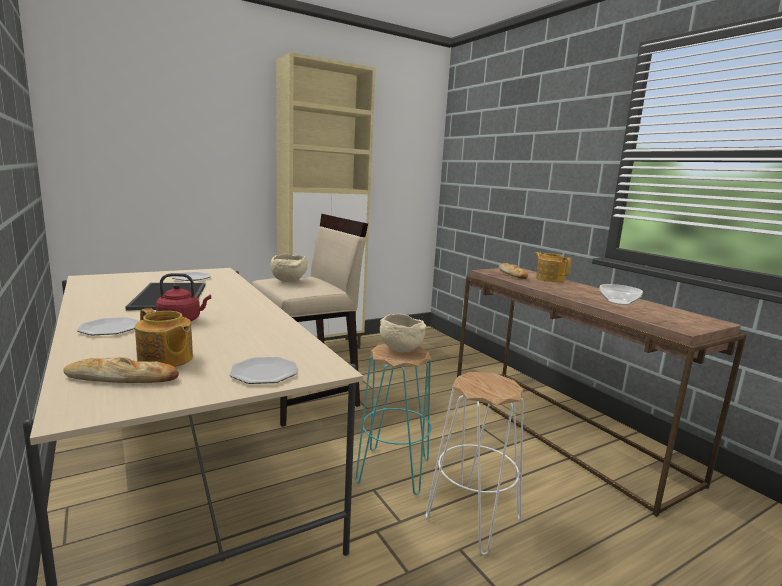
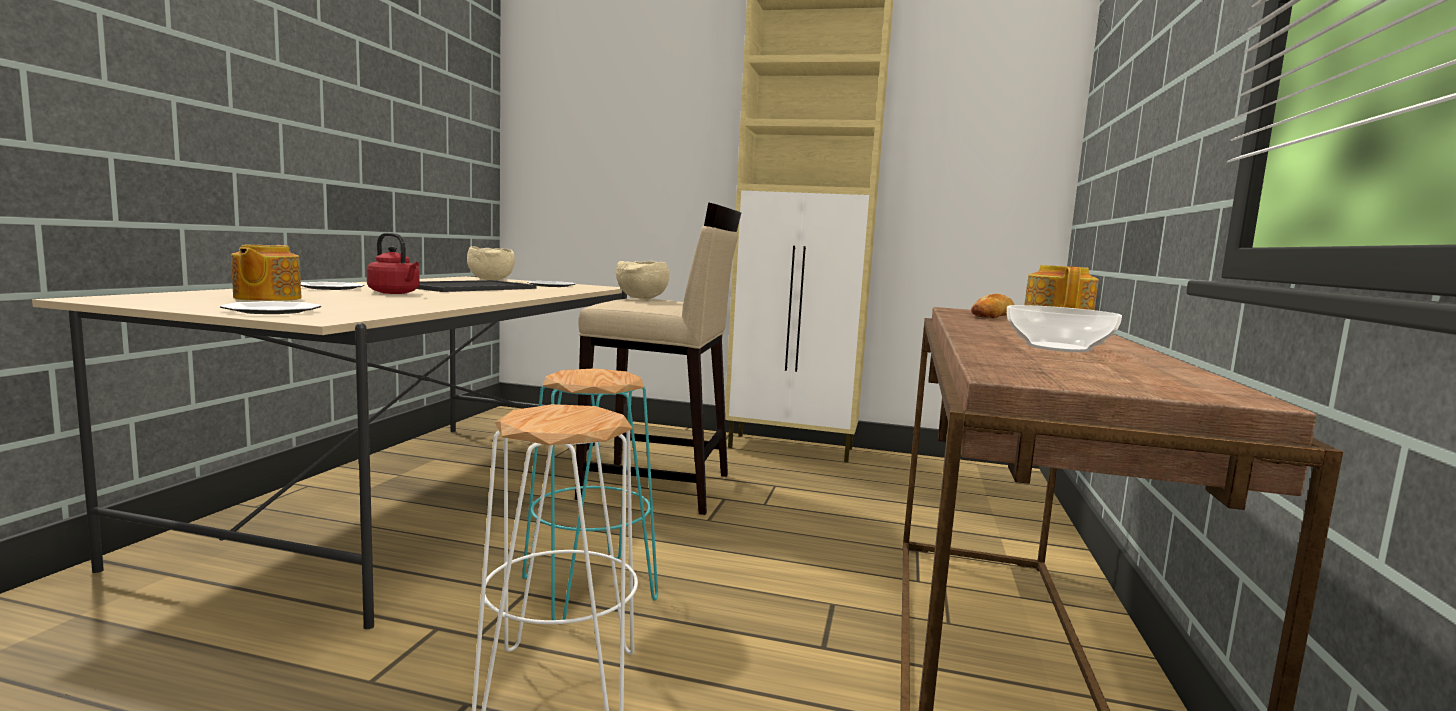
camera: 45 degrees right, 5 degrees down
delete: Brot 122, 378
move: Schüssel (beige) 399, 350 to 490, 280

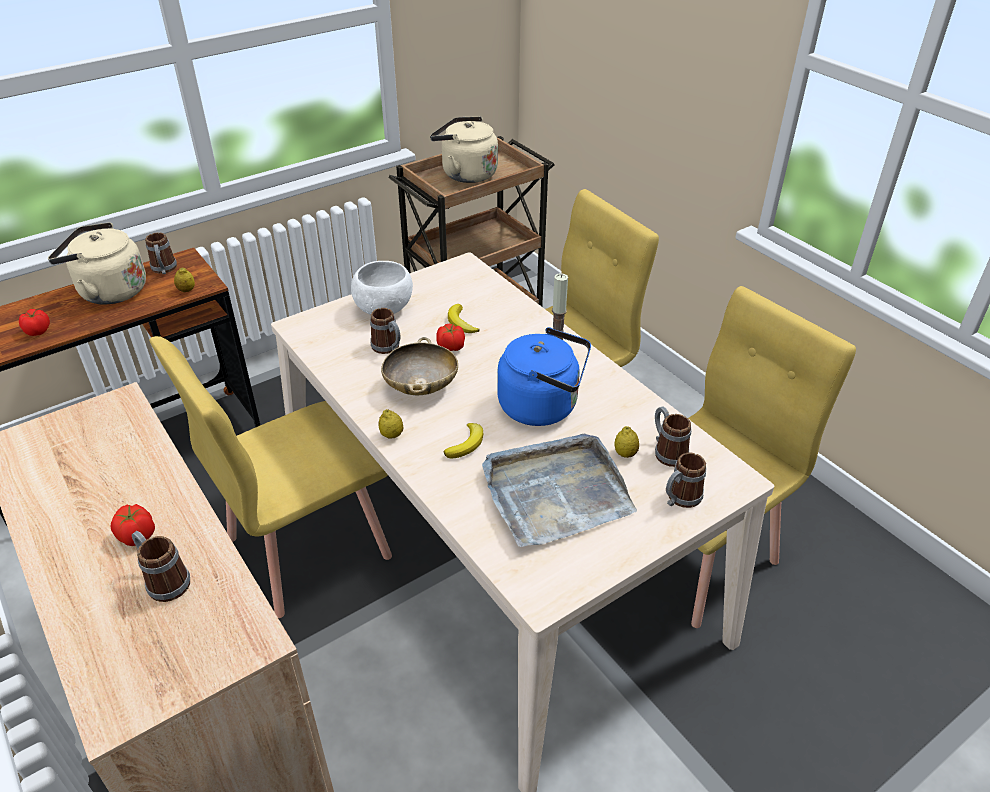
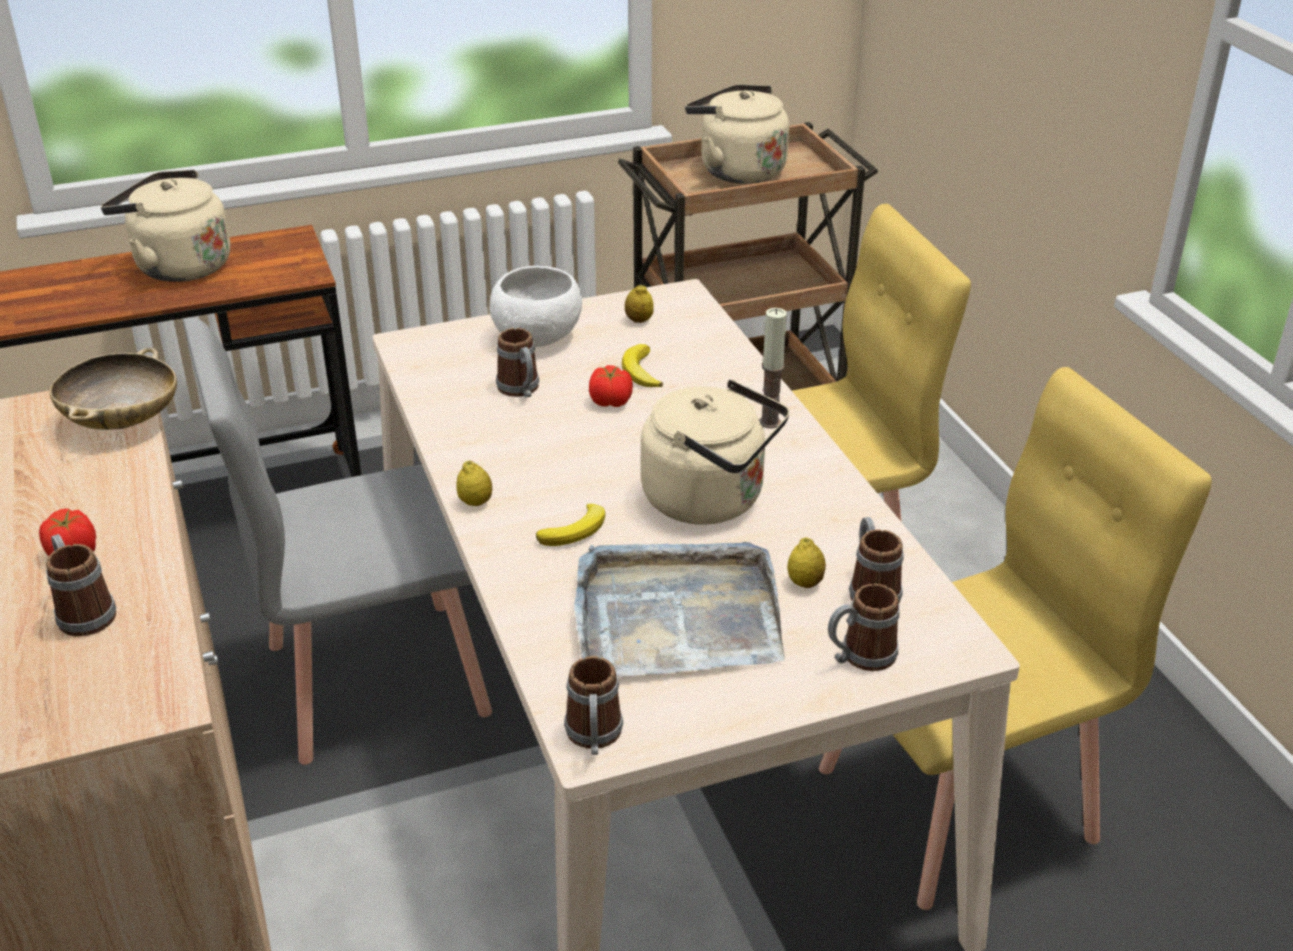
camera: 15 degrees right, 5 degrees down
delete: Tomate 38, 331
move: Henkelbecher 164, 270 to 594, 738; Zitrone 186, 290 to 639, 320; Schüssel (beige) 421, 386 to 123, 421
recolor: Stuhl (gelb) 306, 547 to Stuhl (grau) 374, 678; Wasserkessel (blau) 543, 406 to Wasserkessel (beige) 711, 500

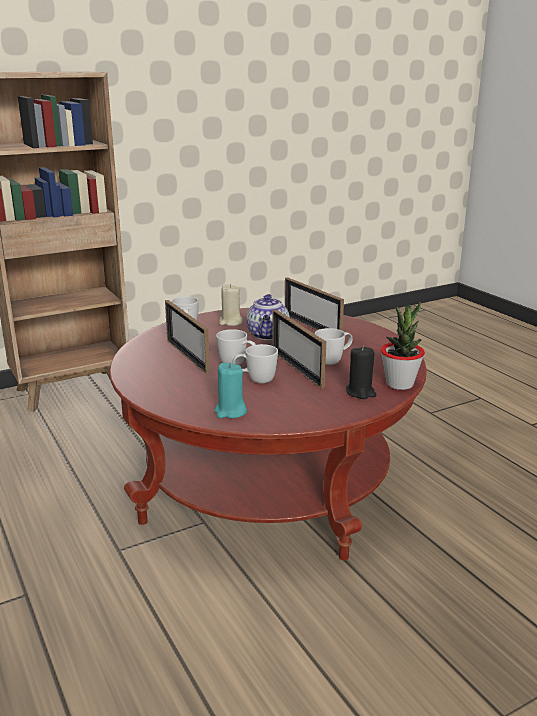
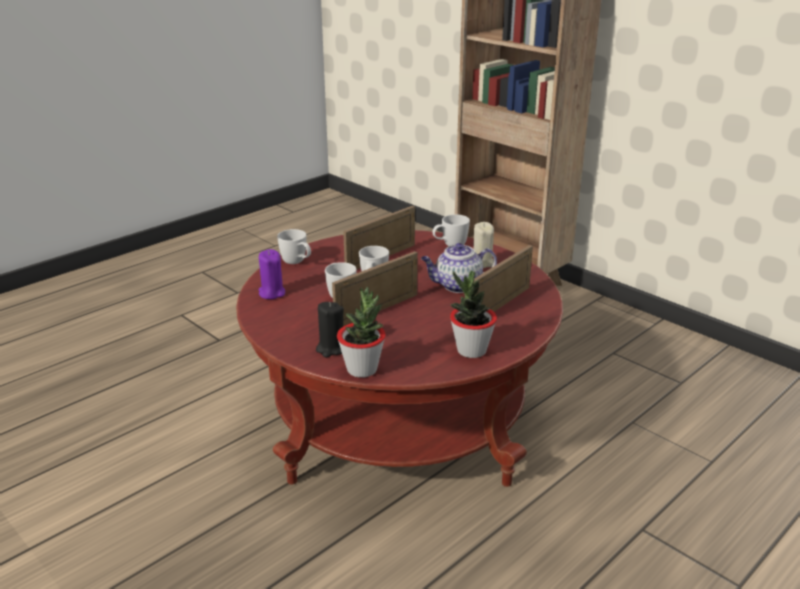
camera: 75 degrees right, 5 degrees up
insert: Topfpflanze 471, 350
move: Henkelbecher (weiß) 333, 361 to 297, 263
recolor: Kerze (türkis) 230, 412 to Kerze (lila) 271, 293

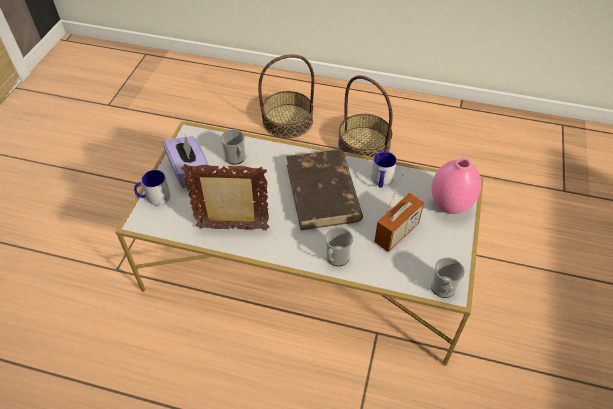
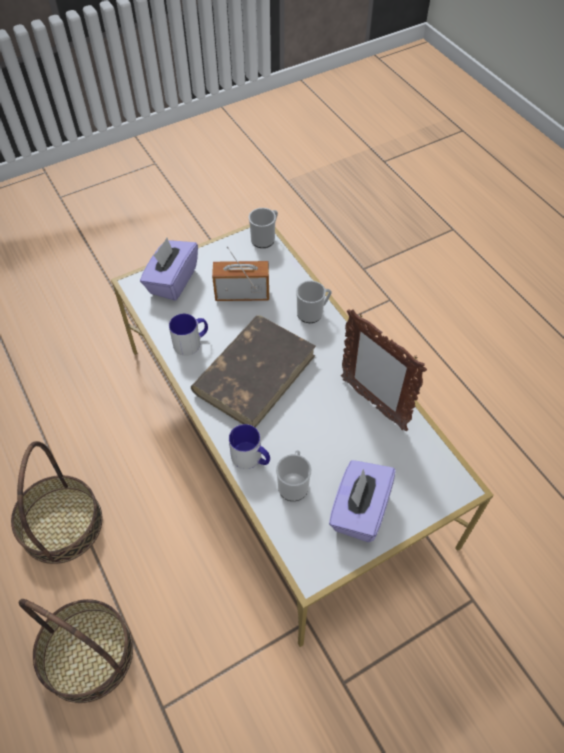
camera: 135 degrees left, 5 degrees up
move: Henkelbecher 154, 197 to 251, 458
replace: Vase (rosa) 449, 205 to Taschentuchbox (lila) 172, 281

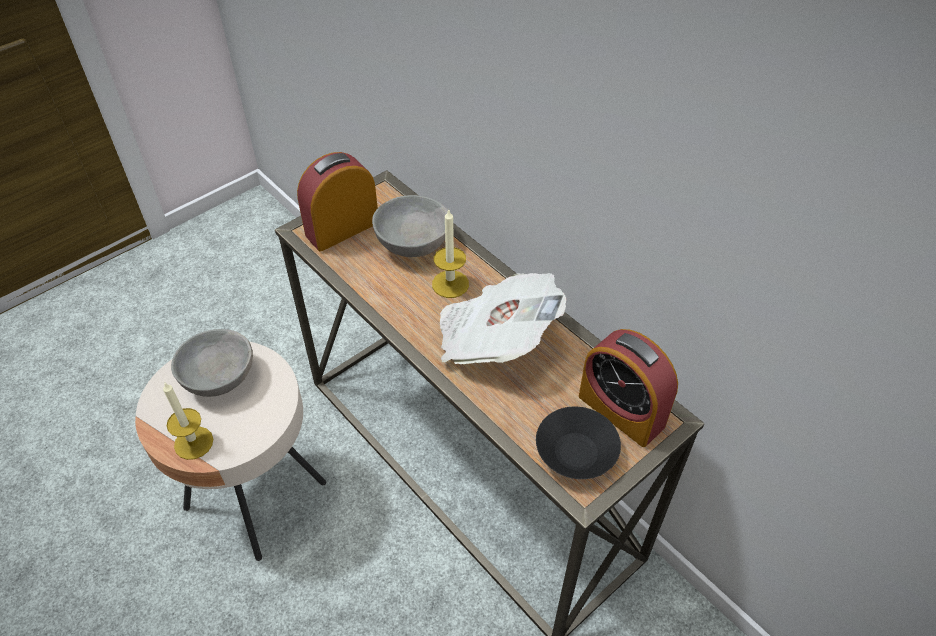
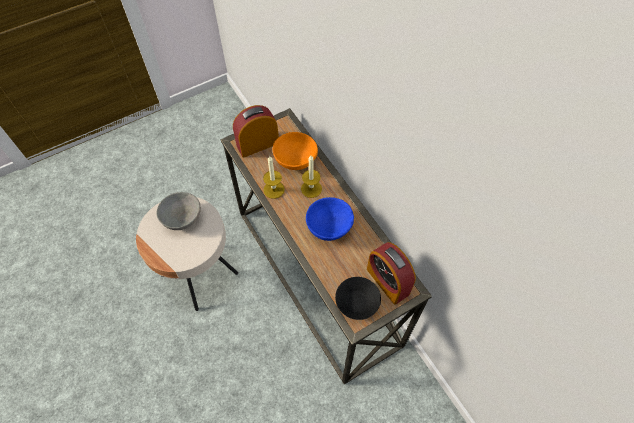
camera: 10 degrees right, 10 degrees up
move: Kerze 193, 443 to 274, 189
replace: Zeitung 494, 339 to Schüssel (blau) 328, 227
recolor: Schüssel (grau) 413, 244 to Schüssel (orange) 295, 160

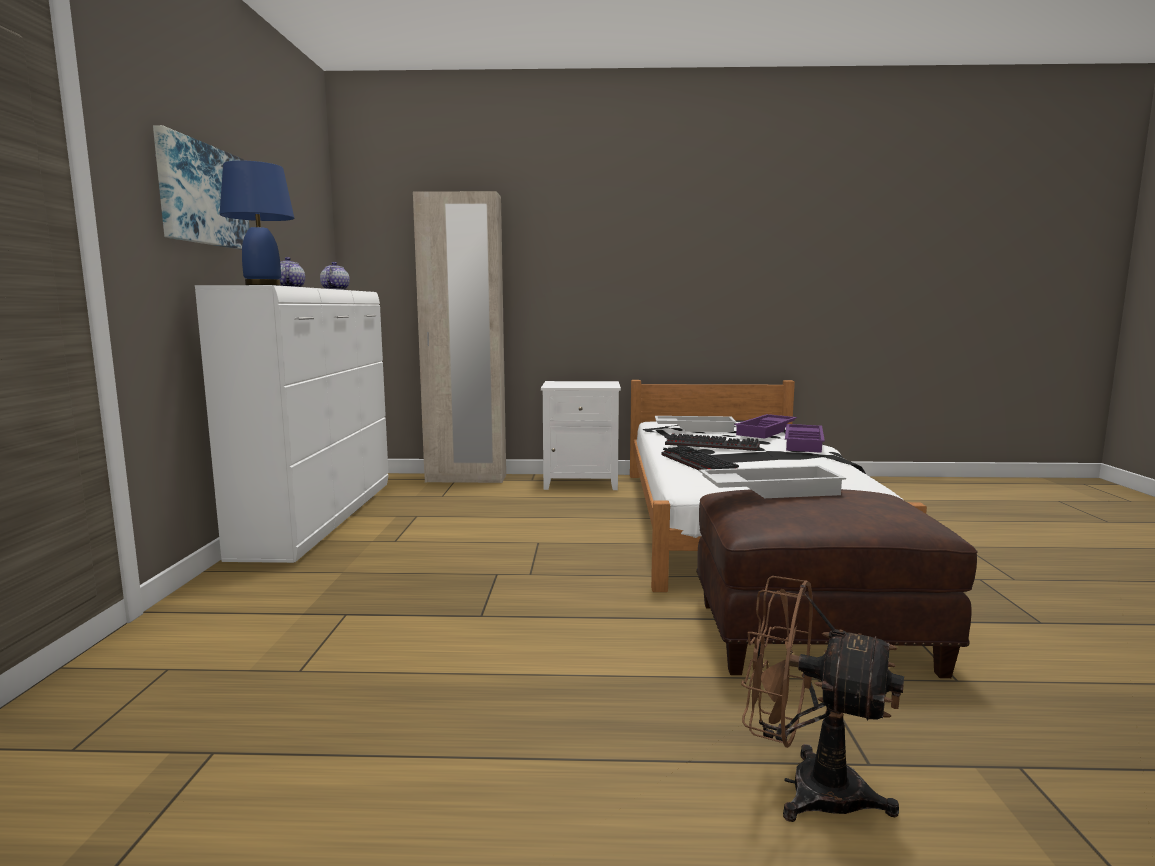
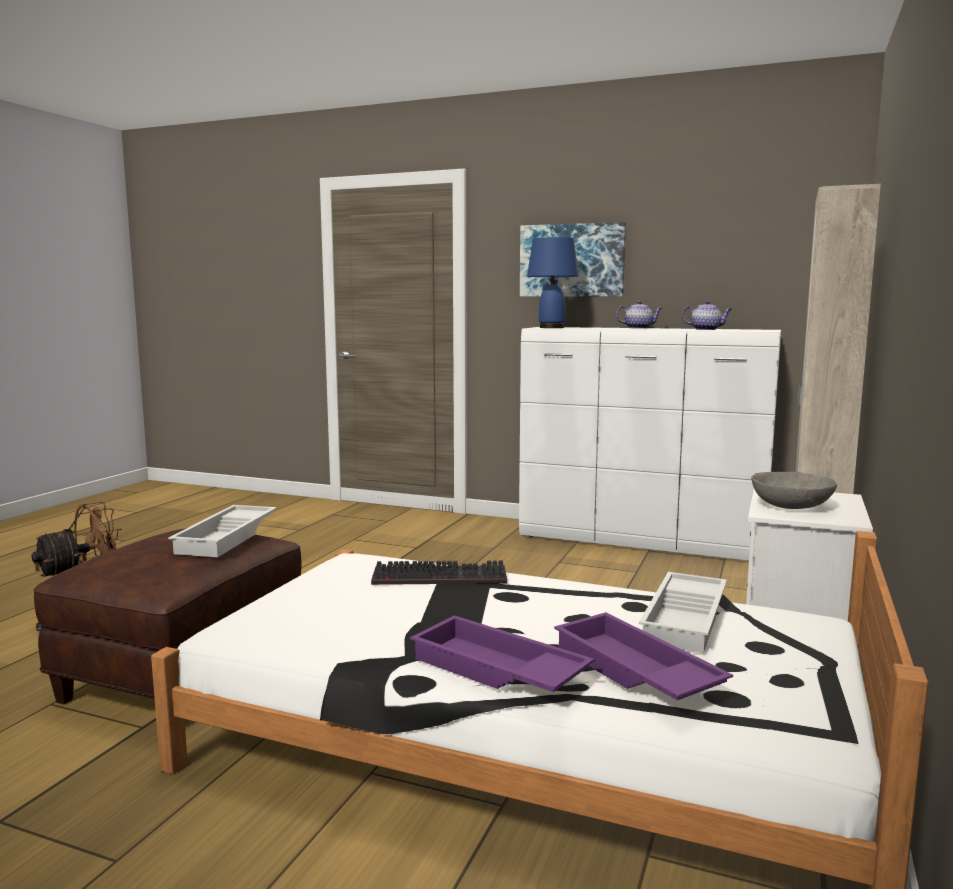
camera: 110 degrees right, 0 degrees up
delete: Tastatur 714, 445
insert: Schüssel (grau) 791, 506

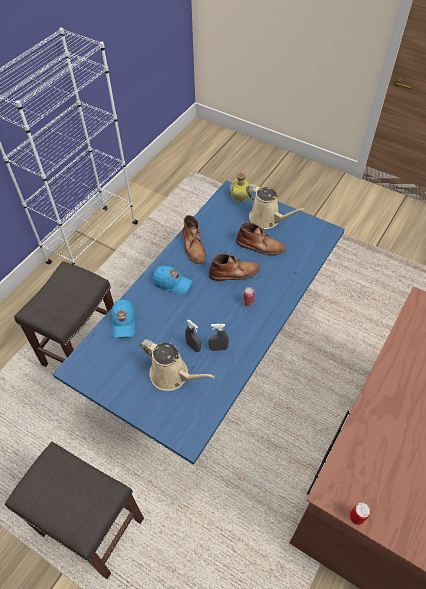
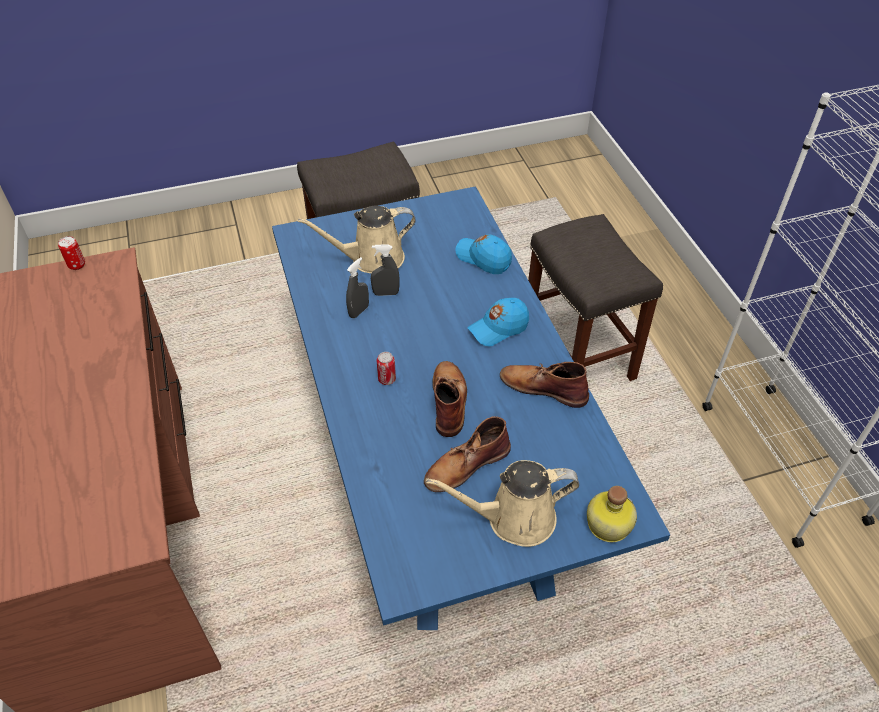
camera: 130 degrees right, 5 degrees down
rotate: Stiefel (braun) 235, 273 = 449, 400 150 degrees clockwise

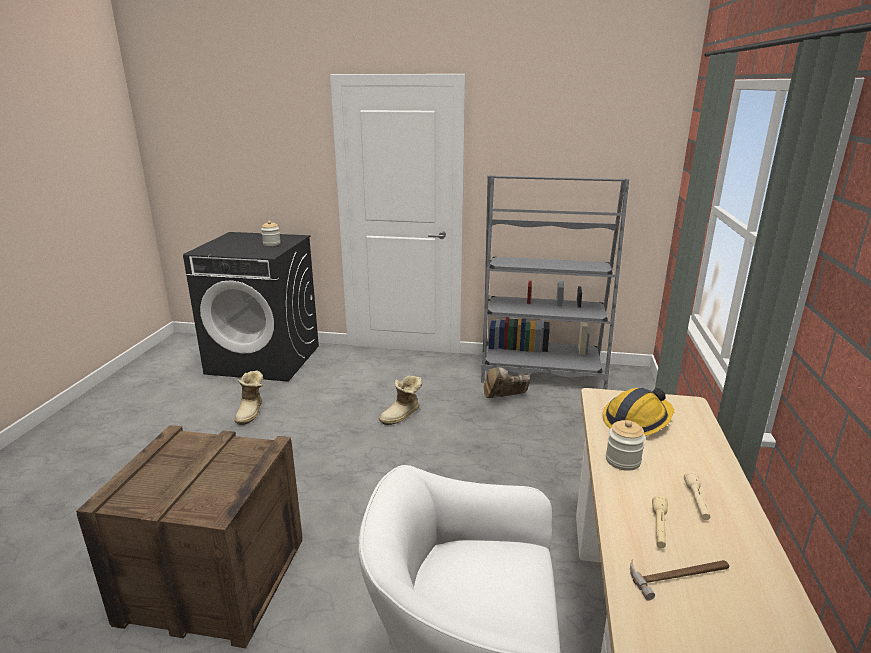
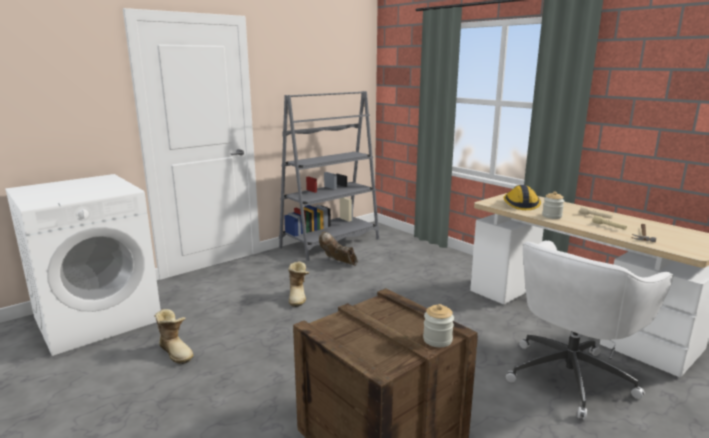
camera: 50 degrees left, 5 degrees down
move: Vorratsglas 271, 244 to 437, 340
recolor: Waschmaschine (schwarz) 265, 359 to Waschmaschine (weiß) 98, 318
rotate: Stiefel (braun) 505, 399 = 338, 263 105 degrees clockwise

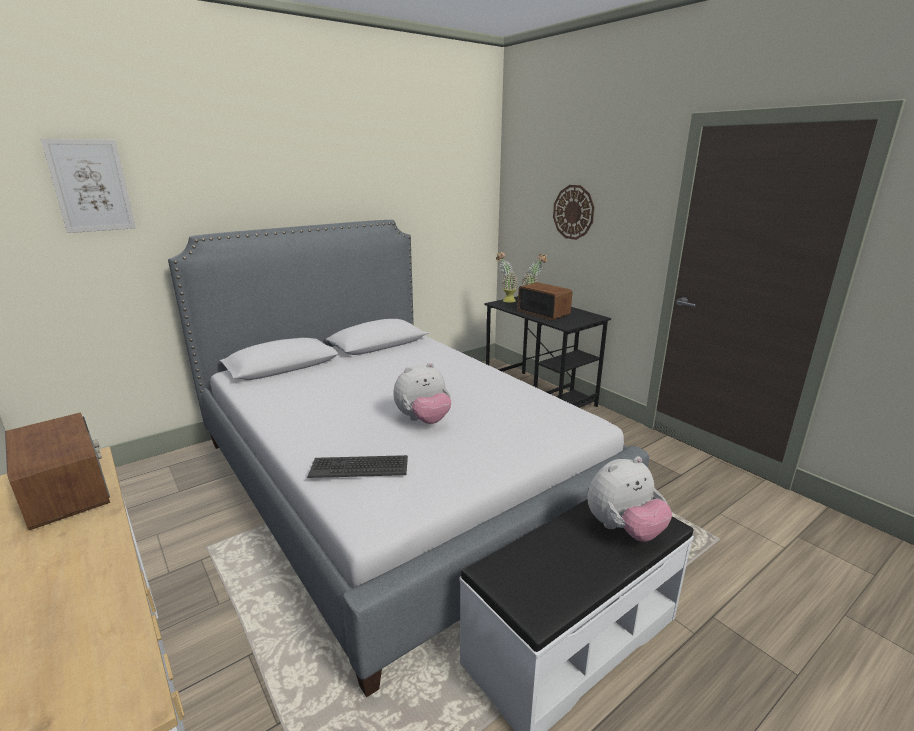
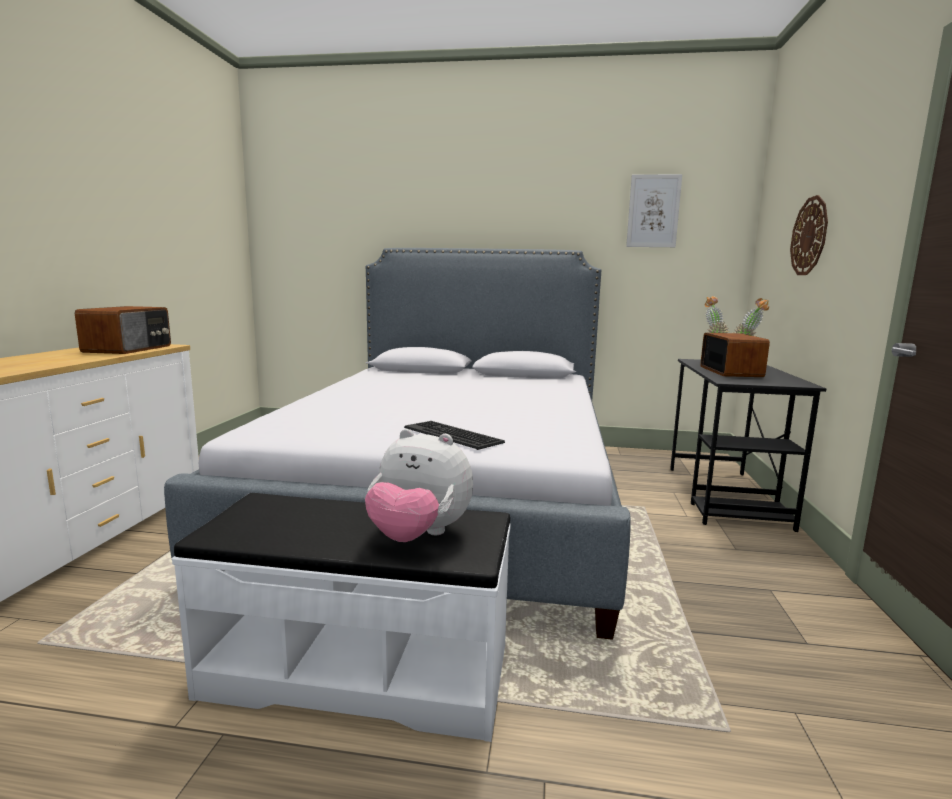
camera: 45 degrees right, 10 degrees down
delete: Plüschtier 423, 420
move: Bild 91, 186 to 653, 211; Tastatur 359, 467 to 453, 435

